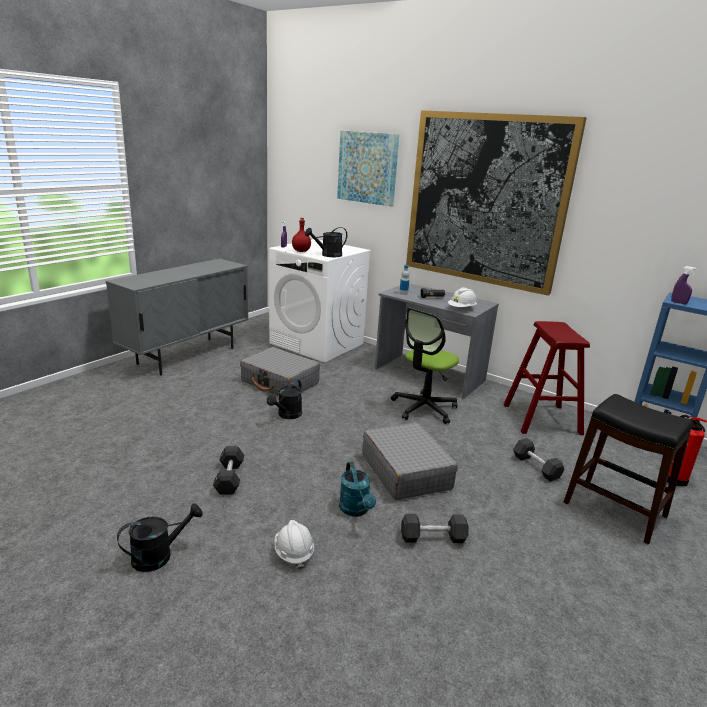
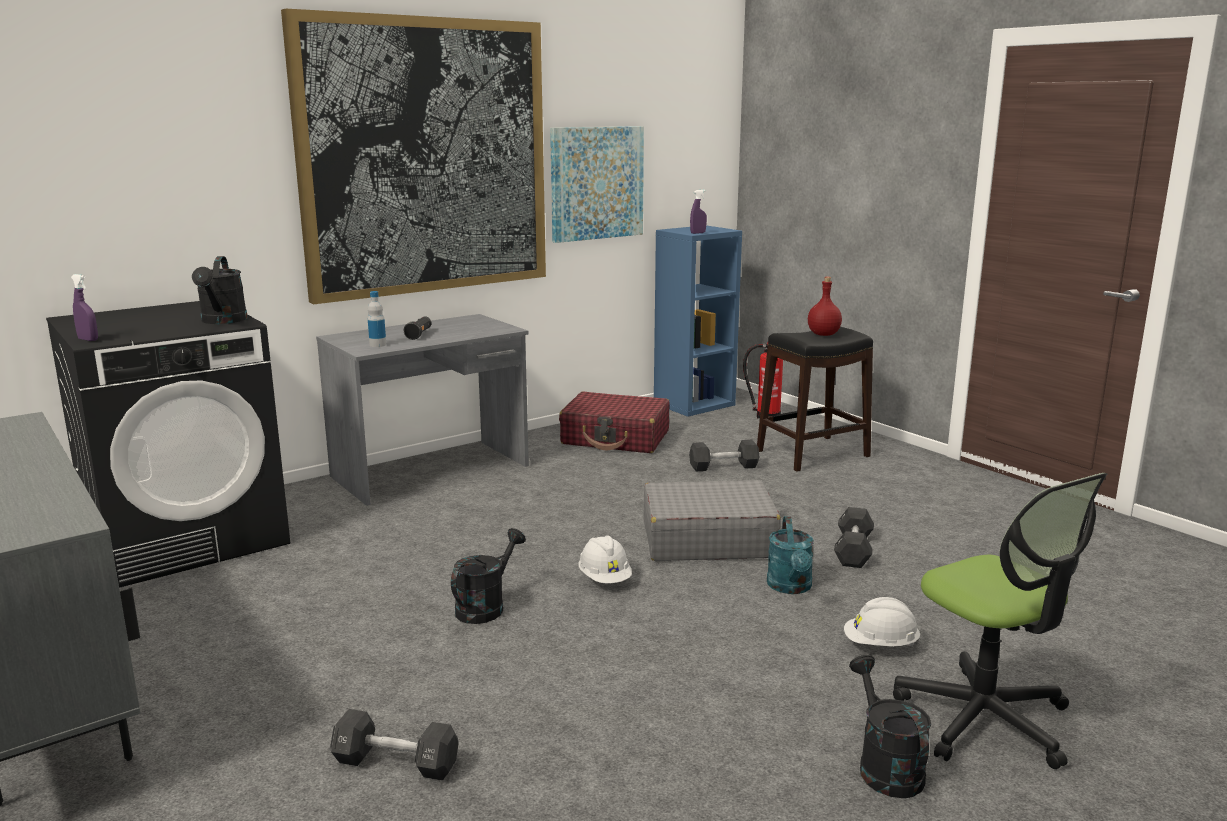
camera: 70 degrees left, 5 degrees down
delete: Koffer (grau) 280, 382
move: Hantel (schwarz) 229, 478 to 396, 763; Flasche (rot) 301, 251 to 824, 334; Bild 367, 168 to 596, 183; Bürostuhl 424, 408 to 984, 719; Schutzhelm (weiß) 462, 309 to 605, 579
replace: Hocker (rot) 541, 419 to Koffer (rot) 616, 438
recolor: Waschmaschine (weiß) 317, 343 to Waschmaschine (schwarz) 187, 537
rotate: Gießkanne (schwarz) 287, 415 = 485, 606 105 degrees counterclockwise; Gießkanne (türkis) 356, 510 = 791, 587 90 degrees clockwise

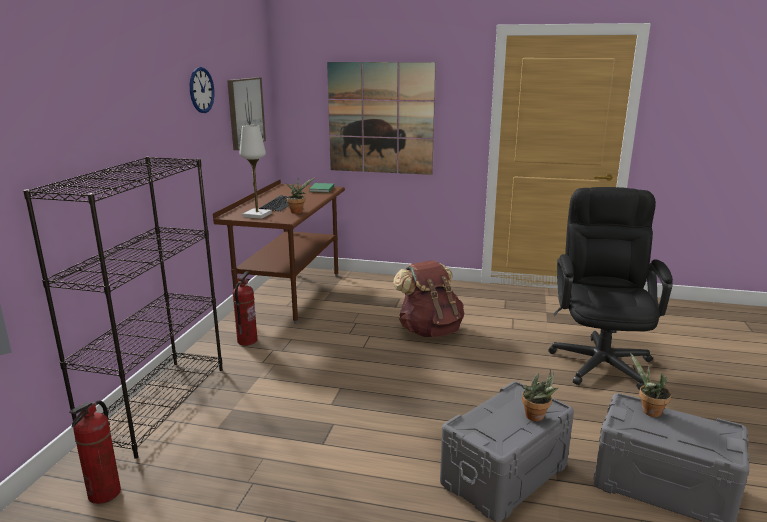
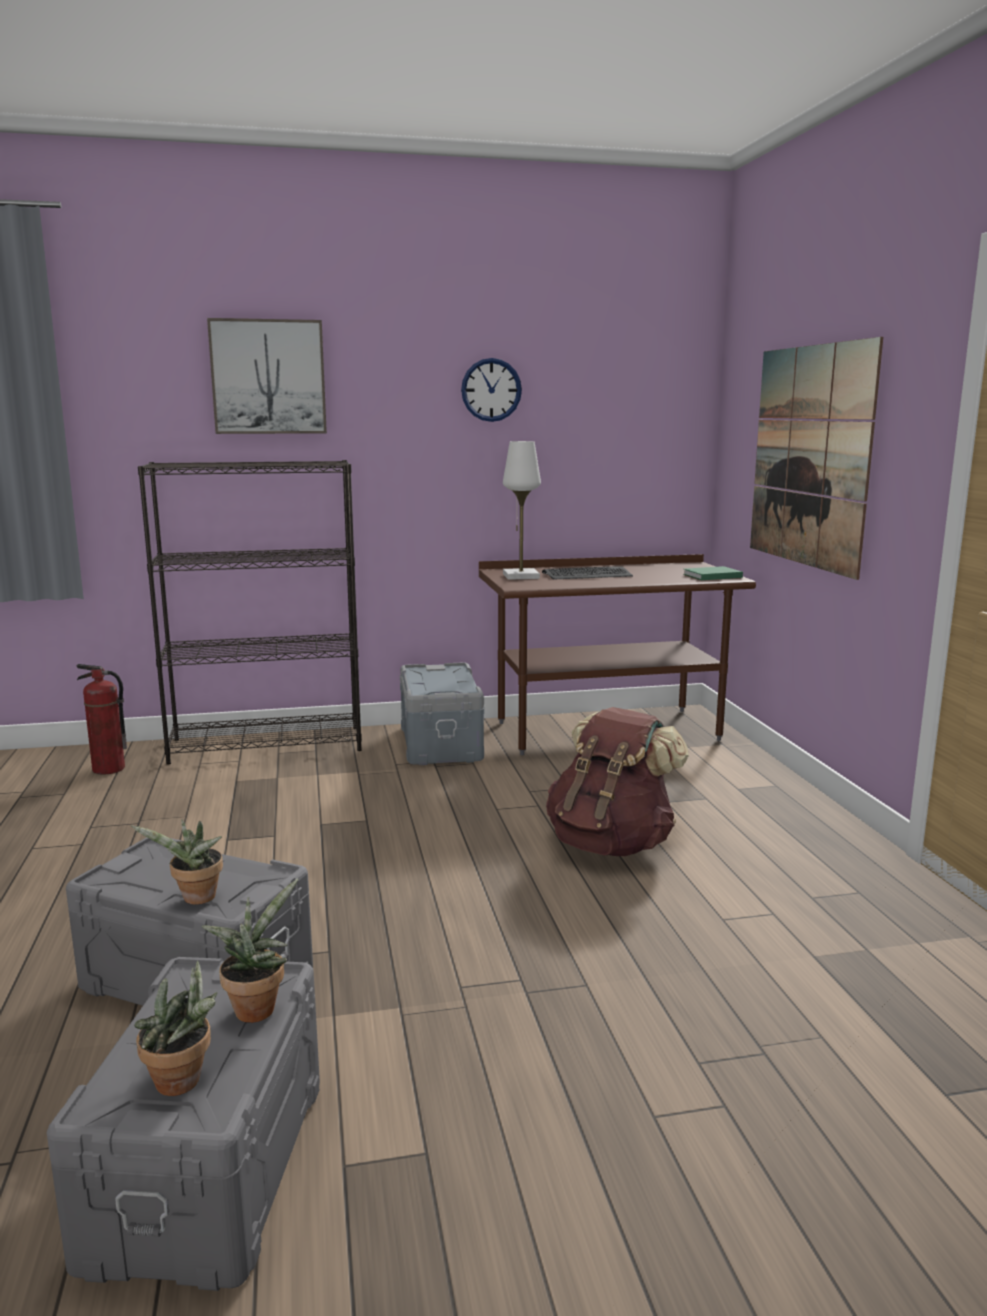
camera: 65 degrees right, 5 degrees down
delete: Bürostuhl (schwarz) 600, 358
move: Bild 245, 112 to 268, 377; Topfpflanze 297, 211 to 184, 1082
replace: Feuerlöscher 247, 341 to Aufbewahrungsbox (grau) 442, 743

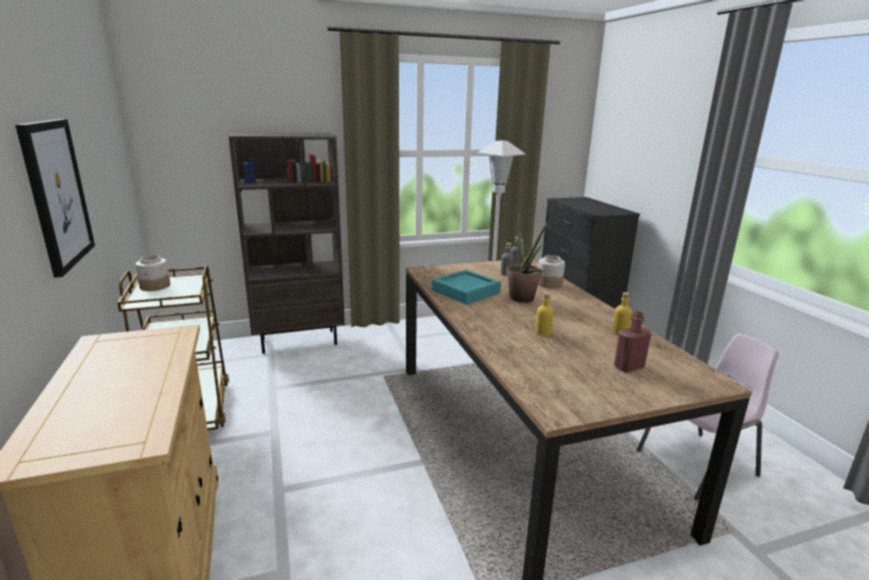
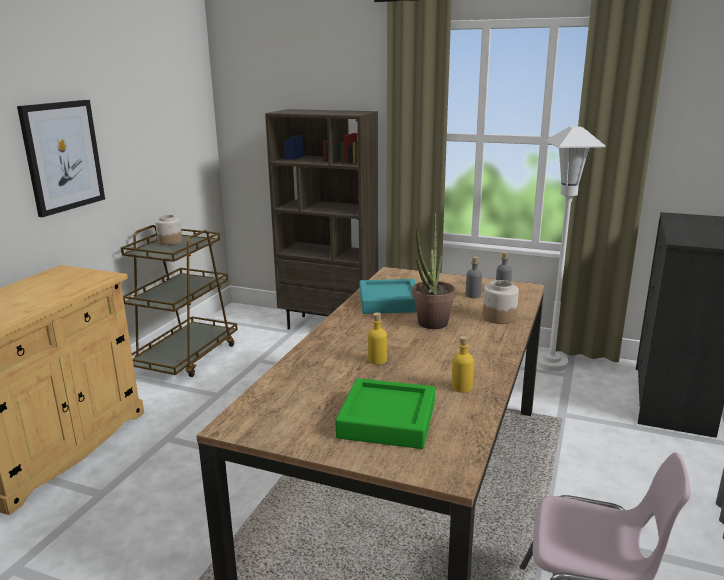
camera: 40 degrees right, 0 degrees up
replace: Flasche (rot) 628, 367 to Tablett (grün) 387, 420

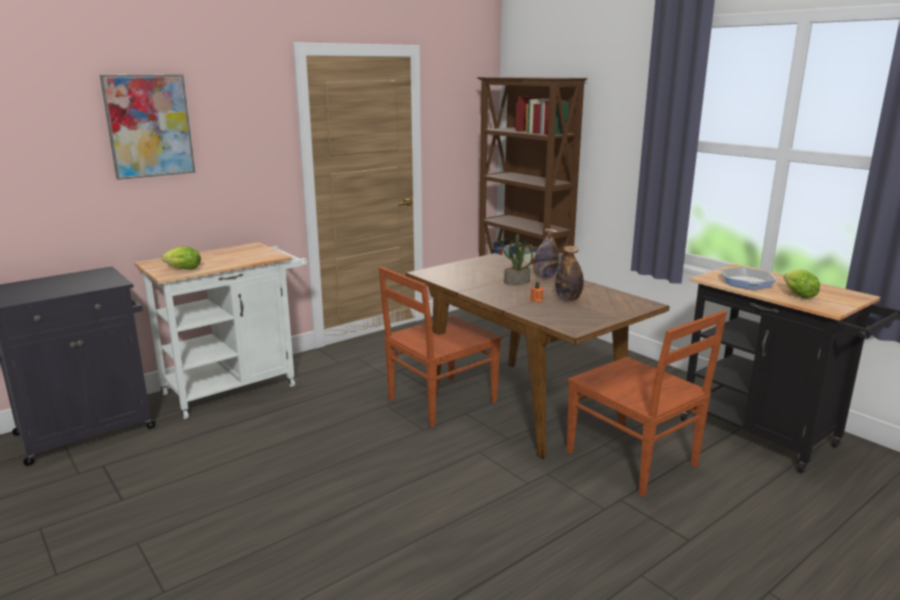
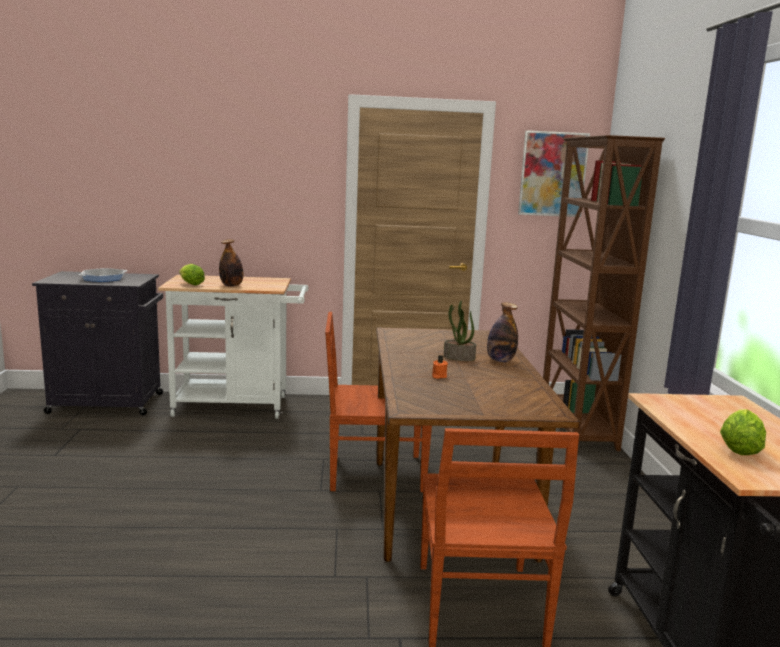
camera: 35 degrees right, 5 degrees down
move: Bild 149, 126 to 553, 174; Flasche 568, 298 to 231, 285; Pfanne 746, 282 to 103, 278

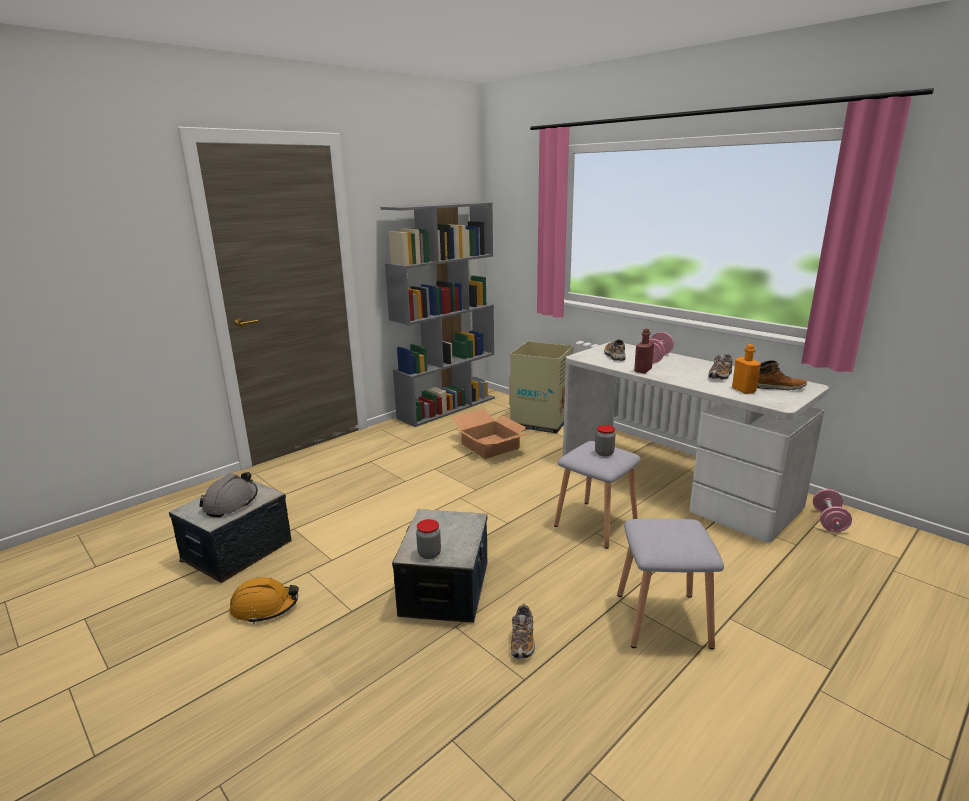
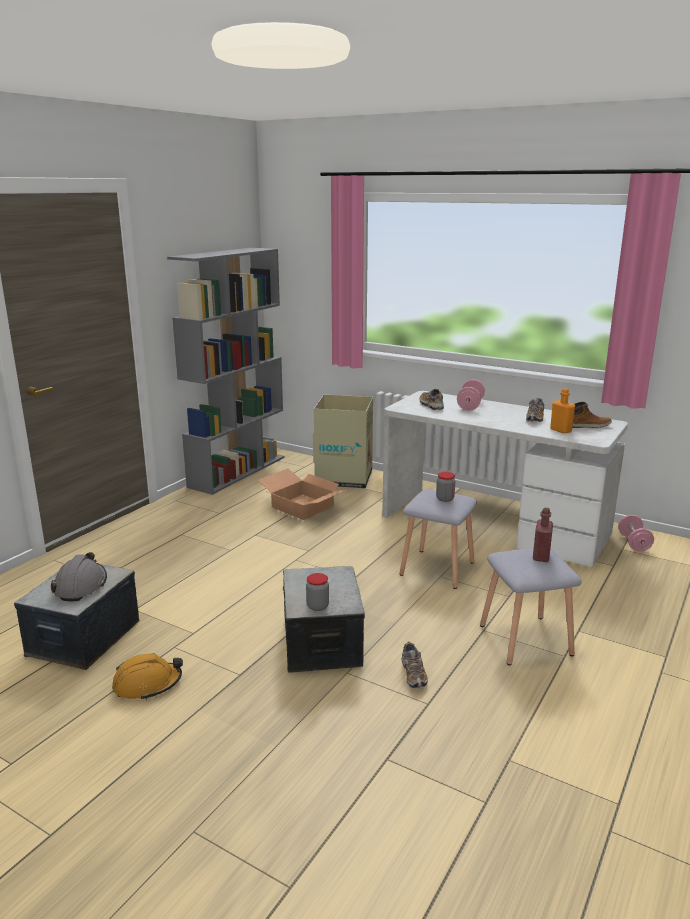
camera: 15 degrees left, 0 degrees up
move: Flasche (rot) 643, 370 to 541, 556

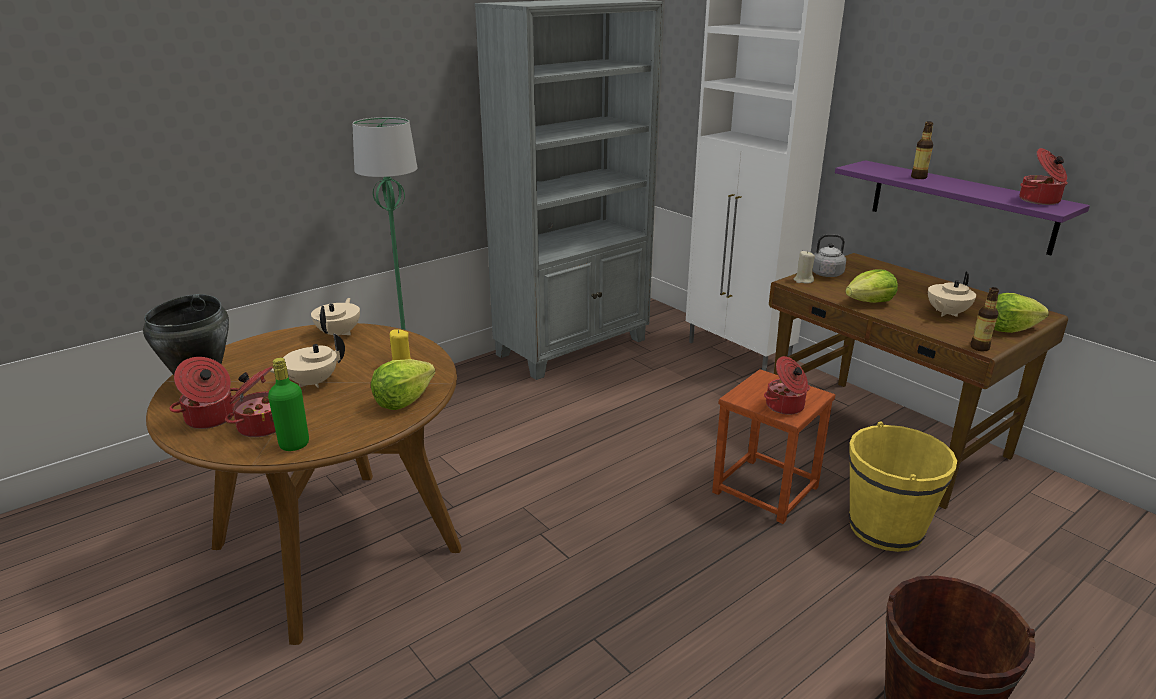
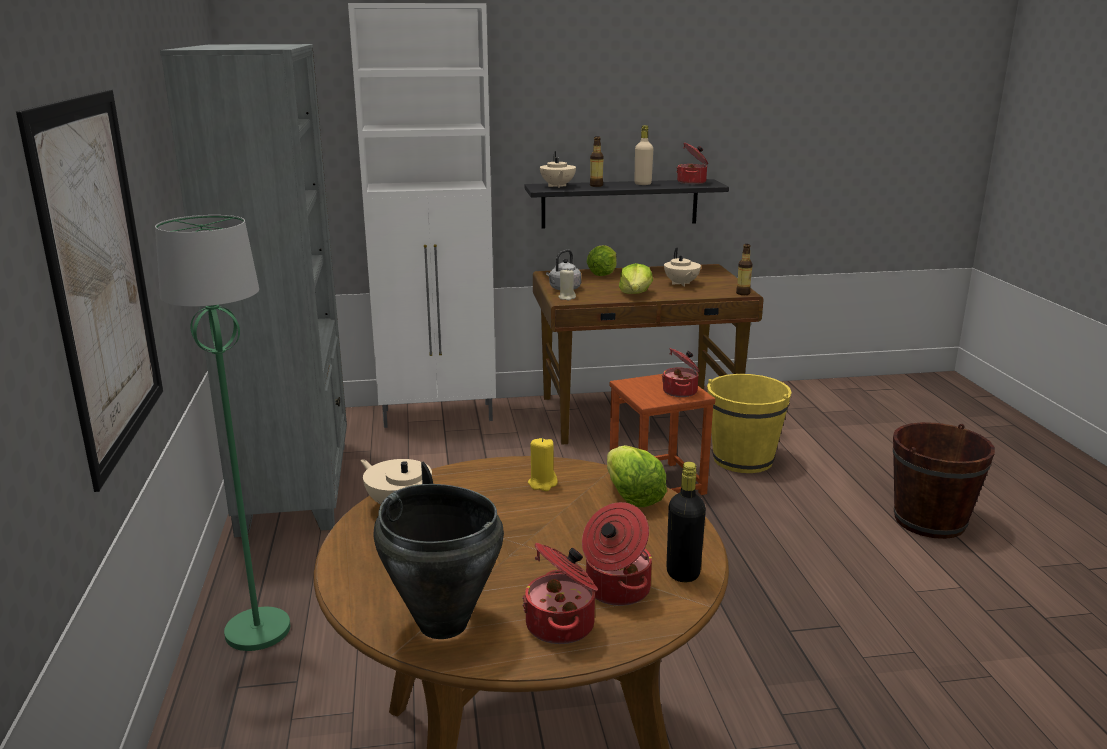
camera: 60 degrees left, 5 degrees down
insert: Bild 101, 278; Flasche (beige) 642, 184
move: Teekanne (beige) 312, 383 to 557, 186; Salatkopf 1010, 329 to 603, 273
recolor: Flasche (grün) 294, 444 to Flasche (schwarz) 683, 573; Wandregal (lila) 960, 206 to Wandregal (schwarz) 620, 203

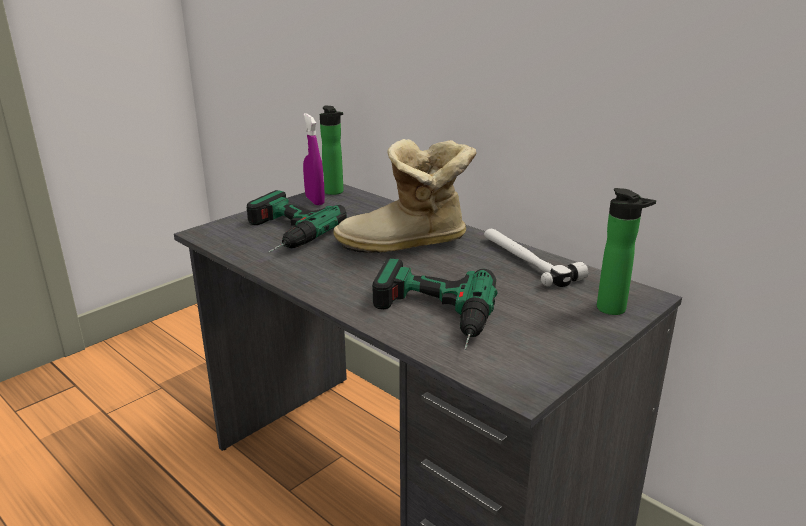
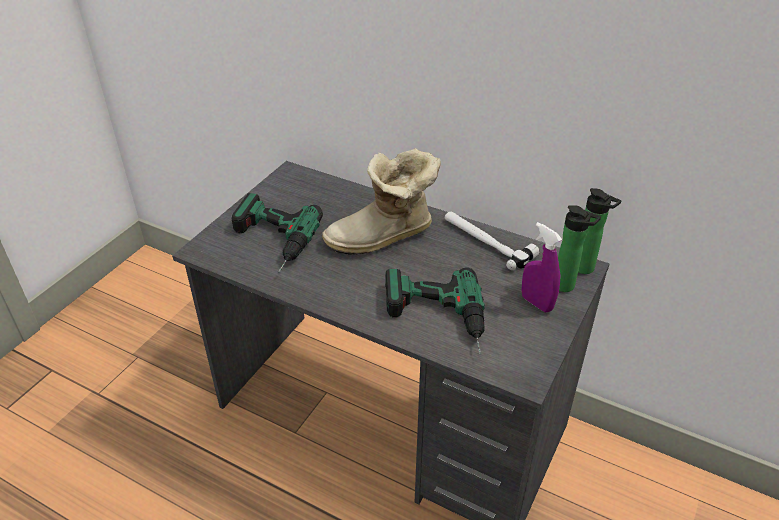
camera: 15 degrees left, 15 degrees up
move: Sprühflasche (lila) 315, 201 to 536, 303; Flasche 335, 192 to 586, 269

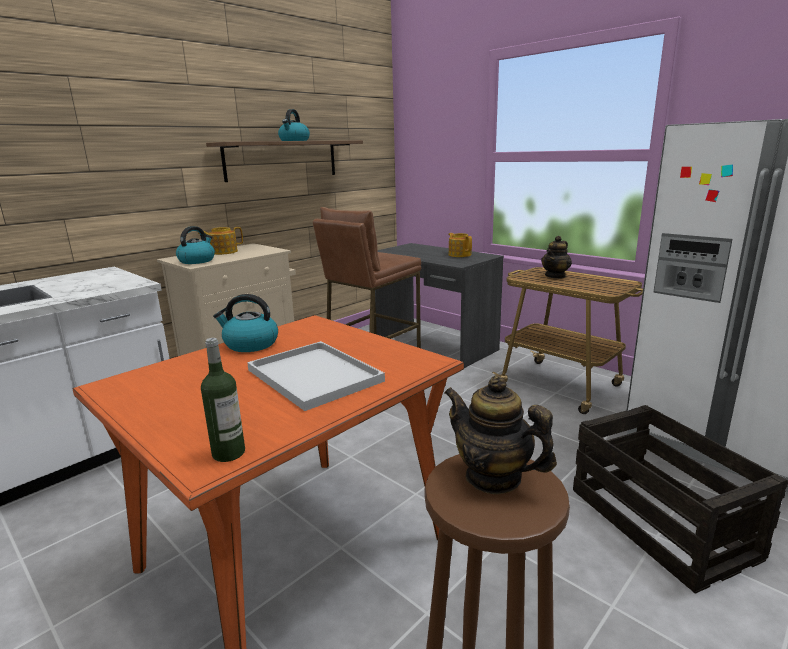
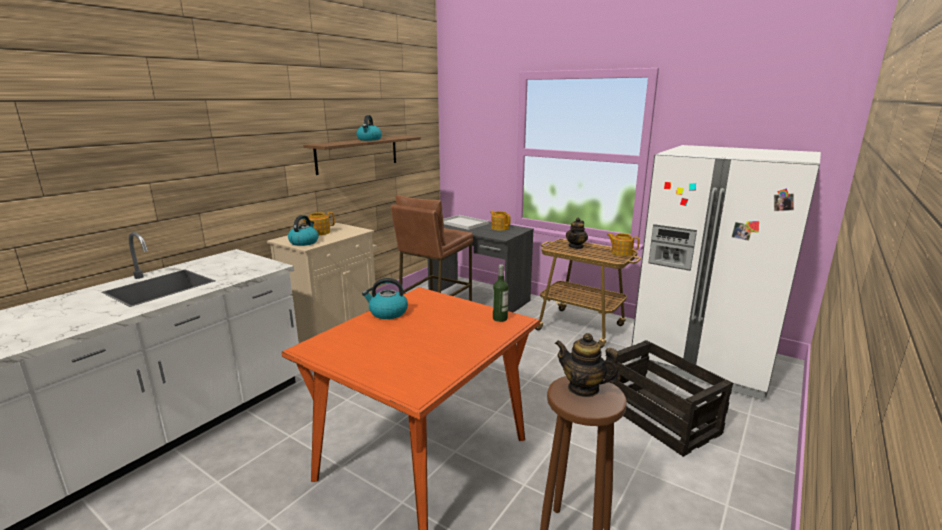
camera: 10 degrees left, 0 degrees up
insert: Teekanne 621, 253
move: Flasche 228, 453 to 500, 318; Tablett (weiß) 316, 376 to 464, 223

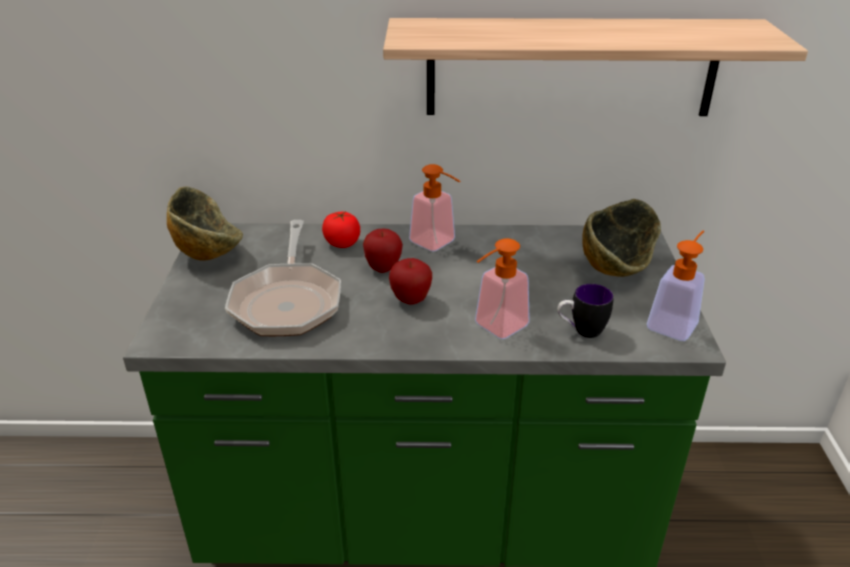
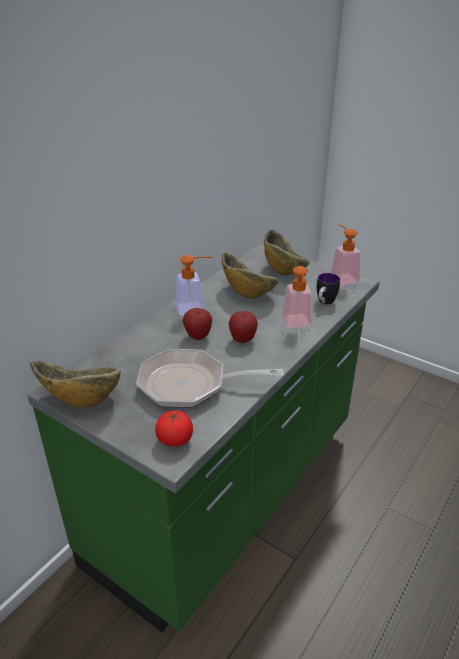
camera: 55 degrees left, 0 degrees up
delete: Wandregal 571, 68
insert: Schüssel 247, 293
move: Tomate 342, 243 to 175, 439
rotate: Pfanne 287, 301 = 190, 385 150 degrees clockwise

